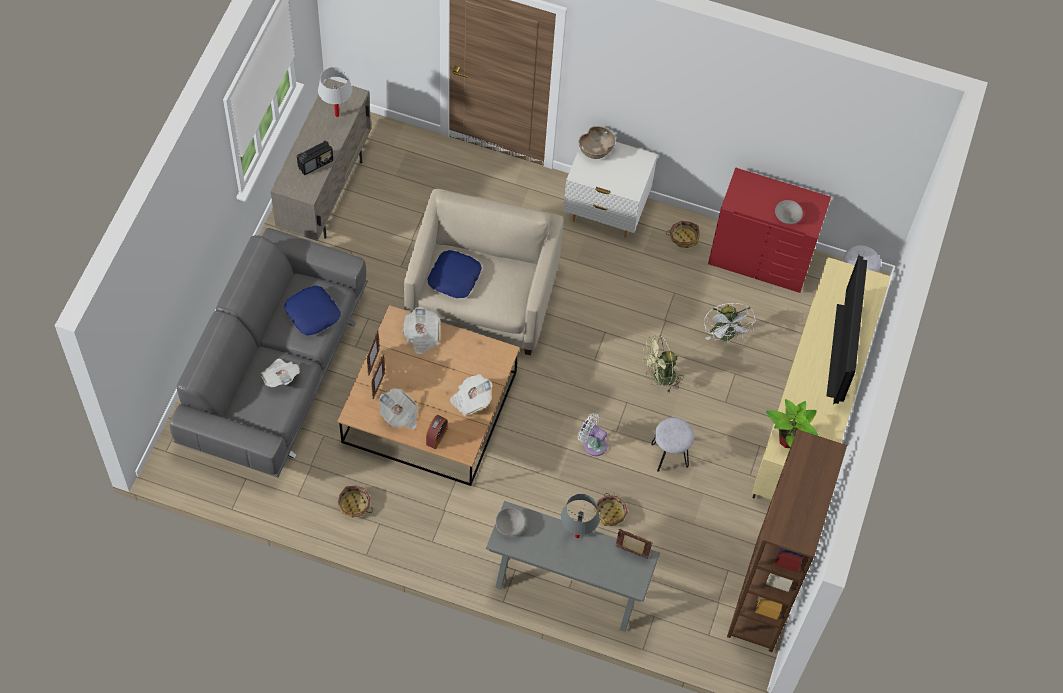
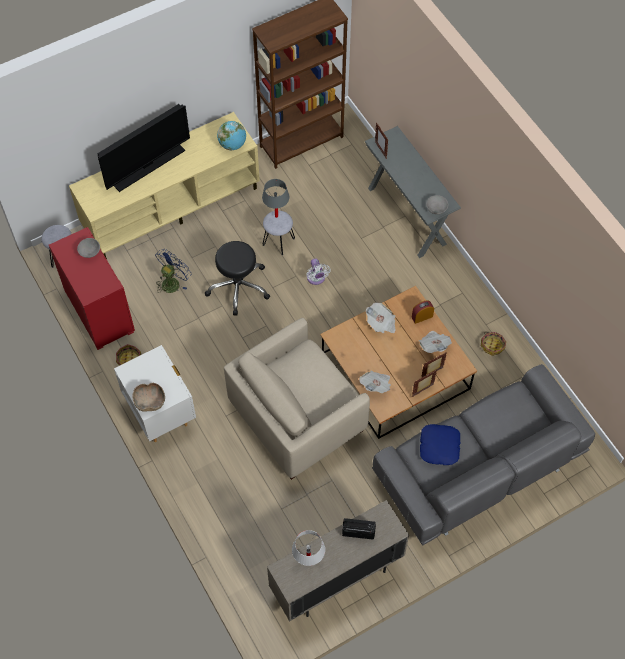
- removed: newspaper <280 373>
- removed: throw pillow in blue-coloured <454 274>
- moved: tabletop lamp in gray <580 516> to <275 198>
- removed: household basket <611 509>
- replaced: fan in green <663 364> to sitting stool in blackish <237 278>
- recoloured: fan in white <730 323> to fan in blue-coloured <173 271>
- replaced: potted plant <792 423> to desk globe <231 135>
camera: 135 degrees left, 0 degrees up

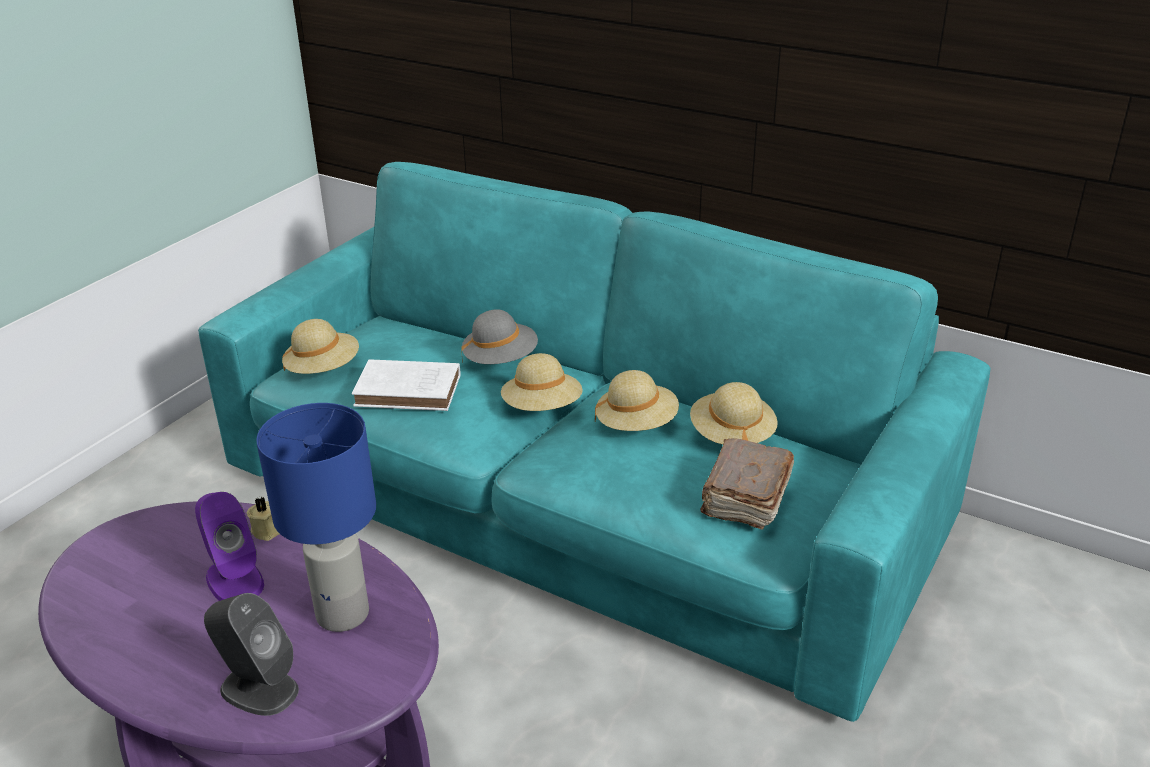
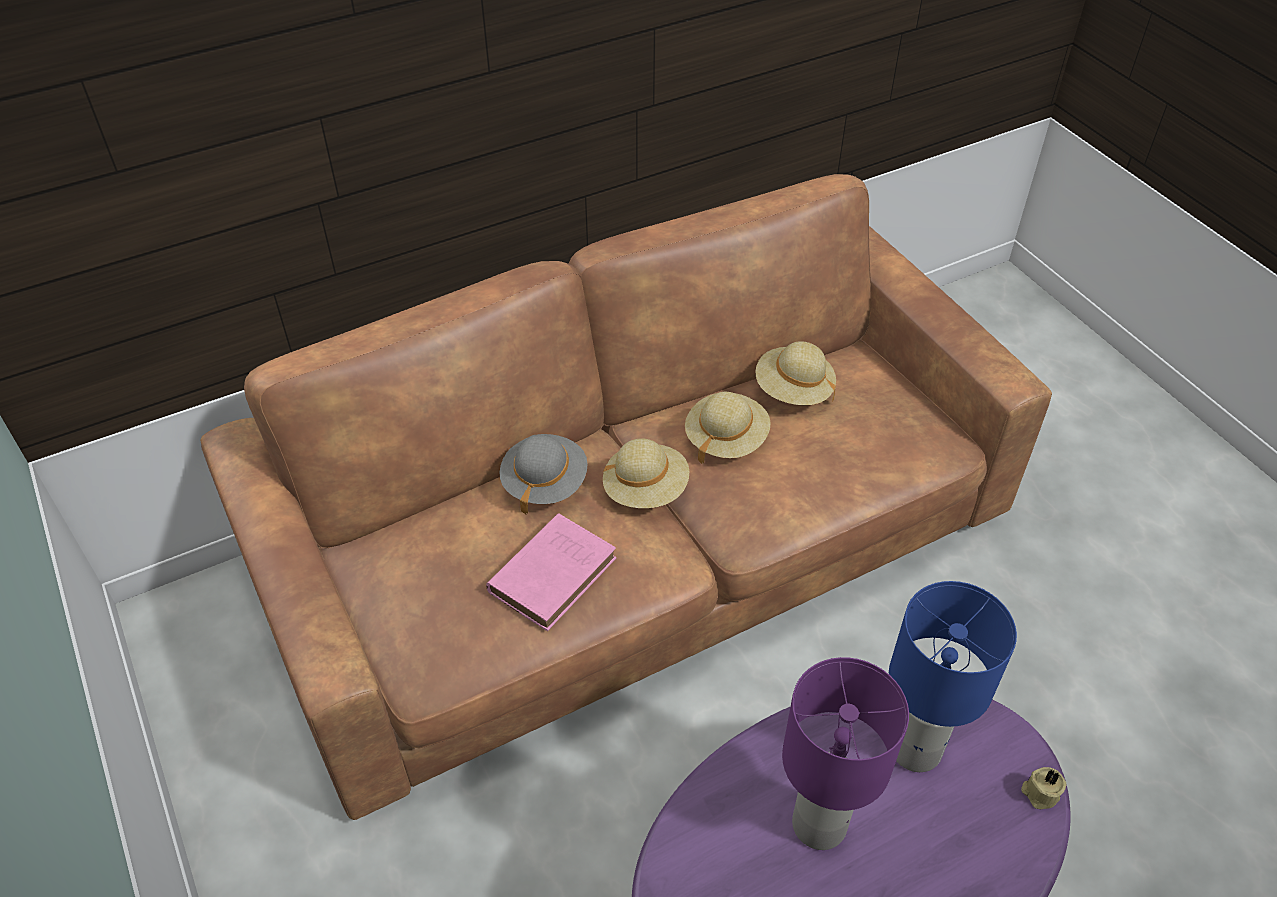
- replaced: speaker in purple-coloured <229 546> to tabletop lamp in purple-coloured <845 753>
- recoloured: couch in blue-green <594 442> to couch in brown-coloured <626 497>
- removed: speaker in gray <251 654>
- moved: candle in sand-coloured <263 519> to <1044 788>
- removed: hat in sand-coloured <320 346>
- recoloured: volume in white <406 385> to volume in pink <551 572>
- removed: volume in brown-coloured <747 484>
camera: 60 degrees left, 15 degrees up

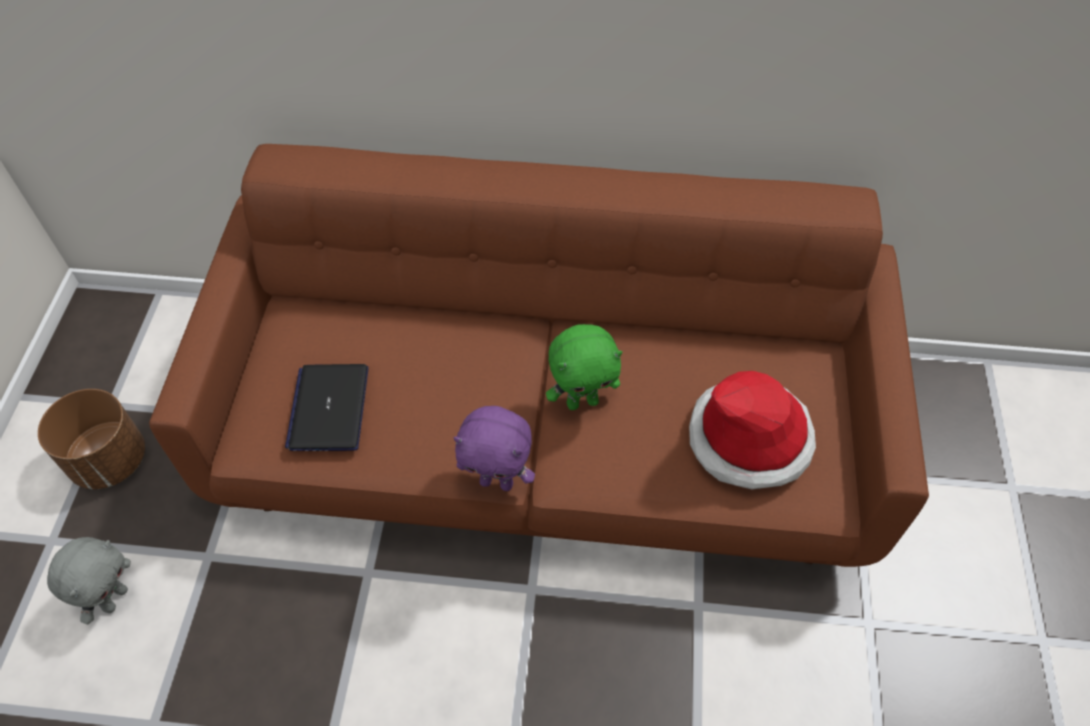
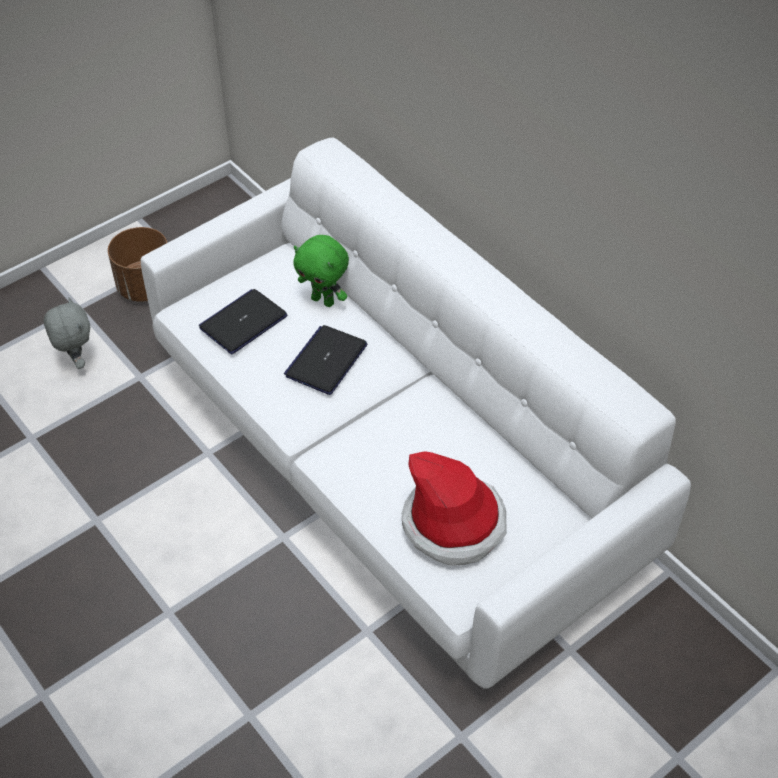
- turned: soft toy in gray <89 580> = <67 333> 90 degrees counterclockwise
- recoloured: couch in brown-coloured <539 355> to couch in white <416 413>
- removed: soft toy in purple-coloured <494 448>
- moved: soft toy in green <584 367> to <321 271>
- added: laptop <325 360>
camera: 45 degrees right, 5 degrees down

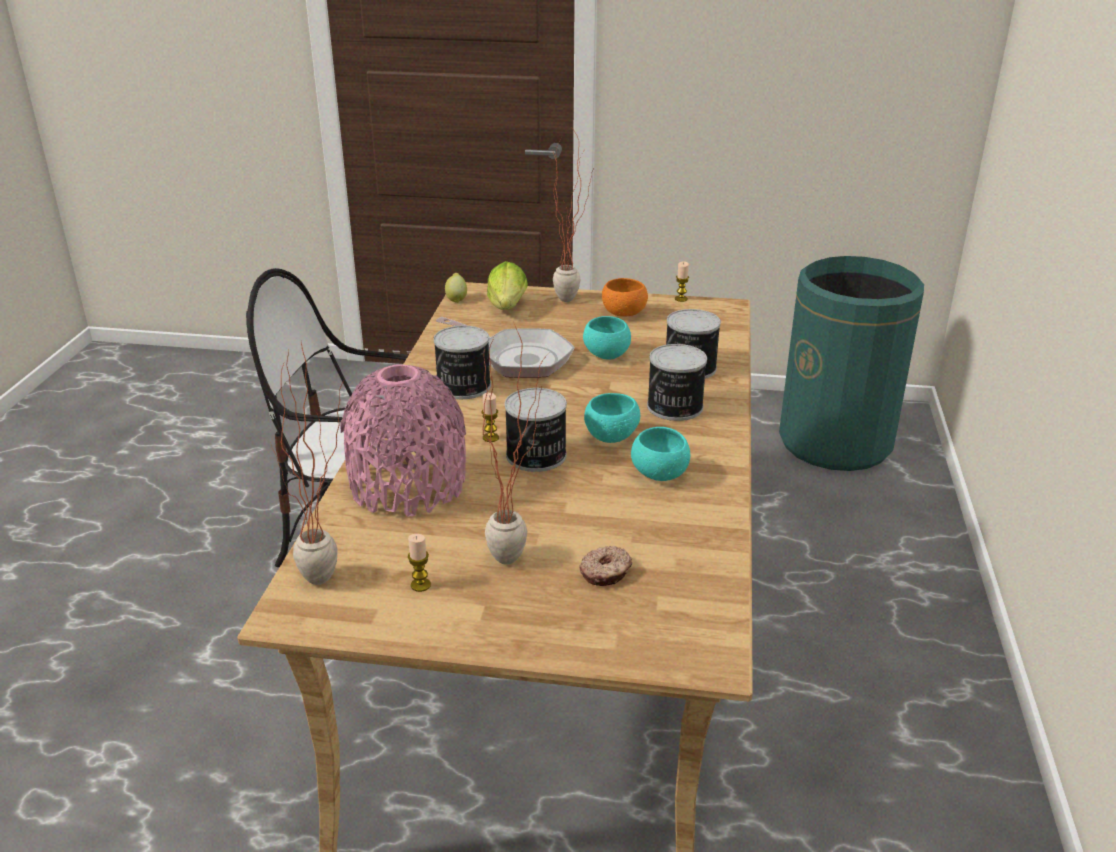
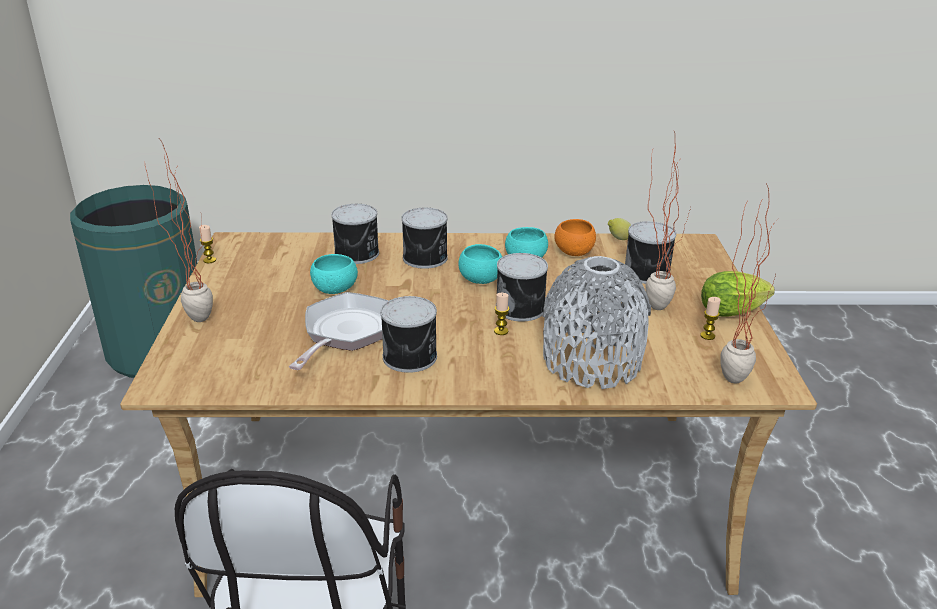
- recoloured: decorative vase in pink <403 440> to decorative vase in gray <596 322>
- moved: lemon <456 288> to <619 229>
- moved: lettuce <507 285> to <738 294>
- replaced: donut <605 566> to can <650 252>
- moved: serving bowl in orange <625 297> to <575 237>
camera: 100 degrees left, 0 degrees up

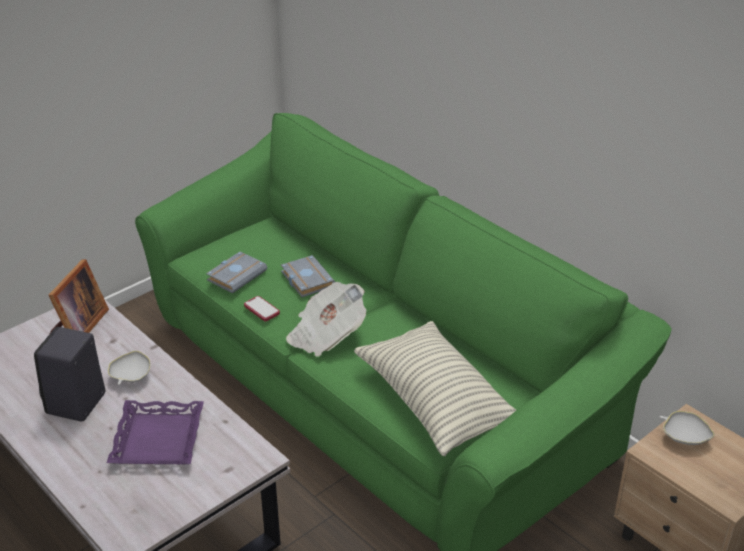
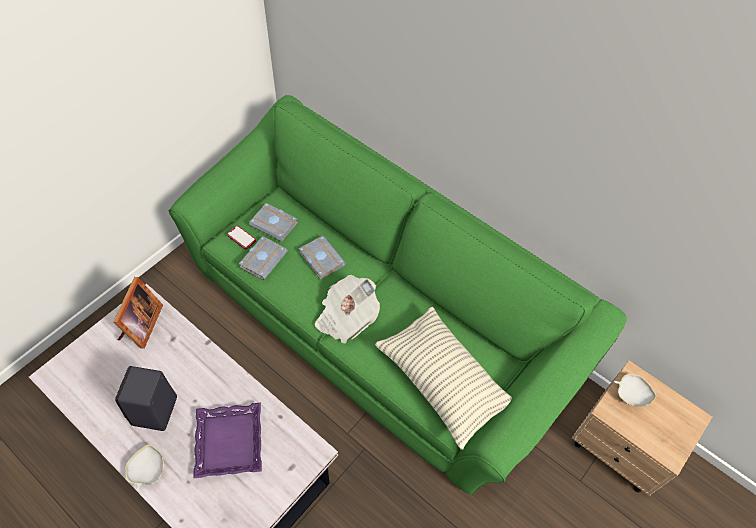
- moved: serving bowl in white <129 368> to <145 468>
- moved: telephone <262 308> to <241 237>
- added: volume in gray <273 222>
camera: 10 degrees left, 20 degrees up

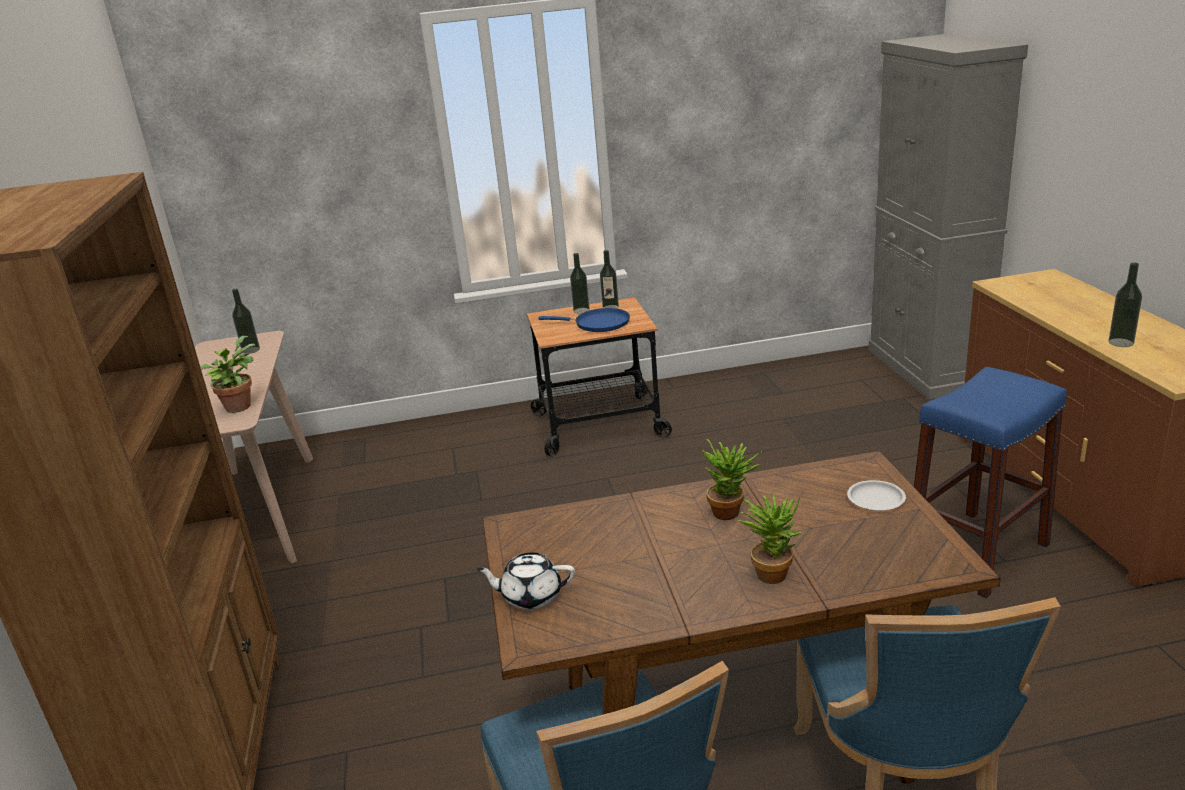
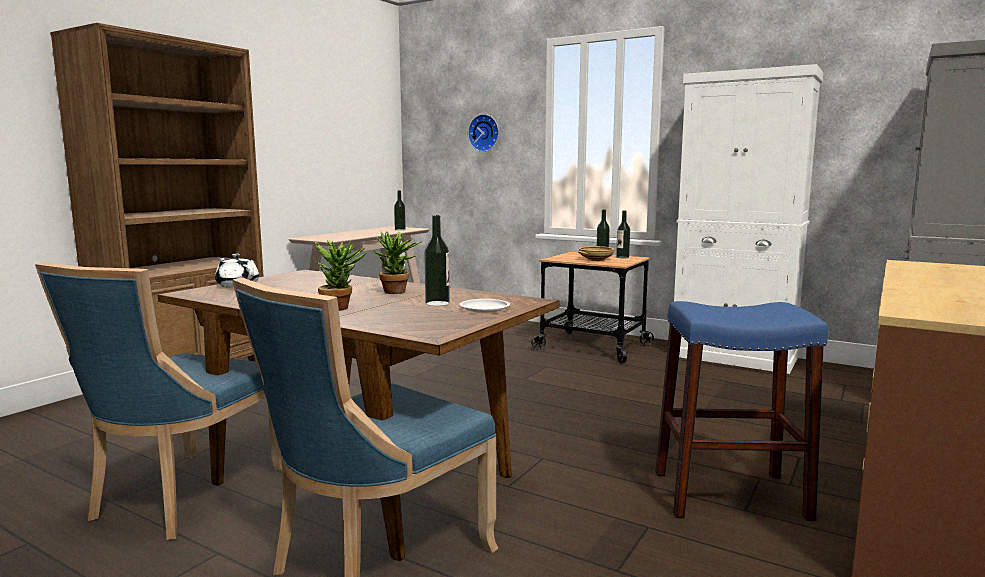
- removed: potted plant <227 374>
- replaced: pan in blue-coloured <584 320> to serving bowl in sand-coloured <596 253>
- moved: bottle <1125 305> to <437 260>
- added: wall clock <483 133>
- added: cabinet in white <748 219>
camera: 40 degrees right, 15 degrees down

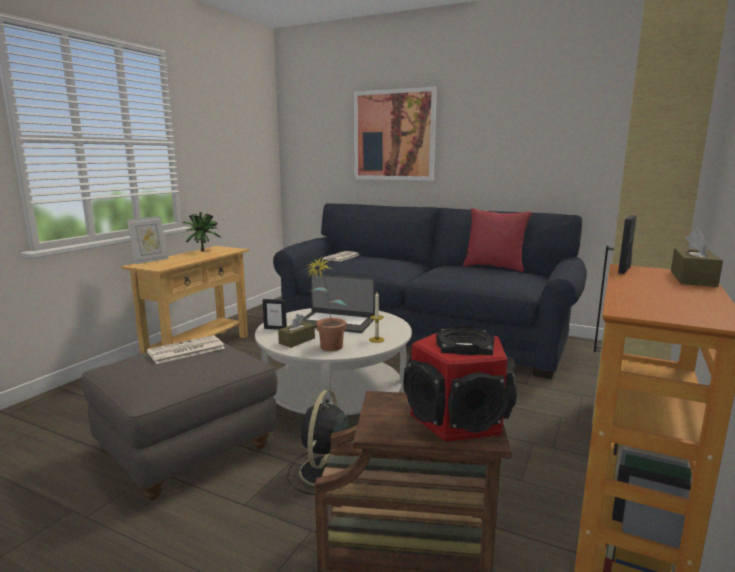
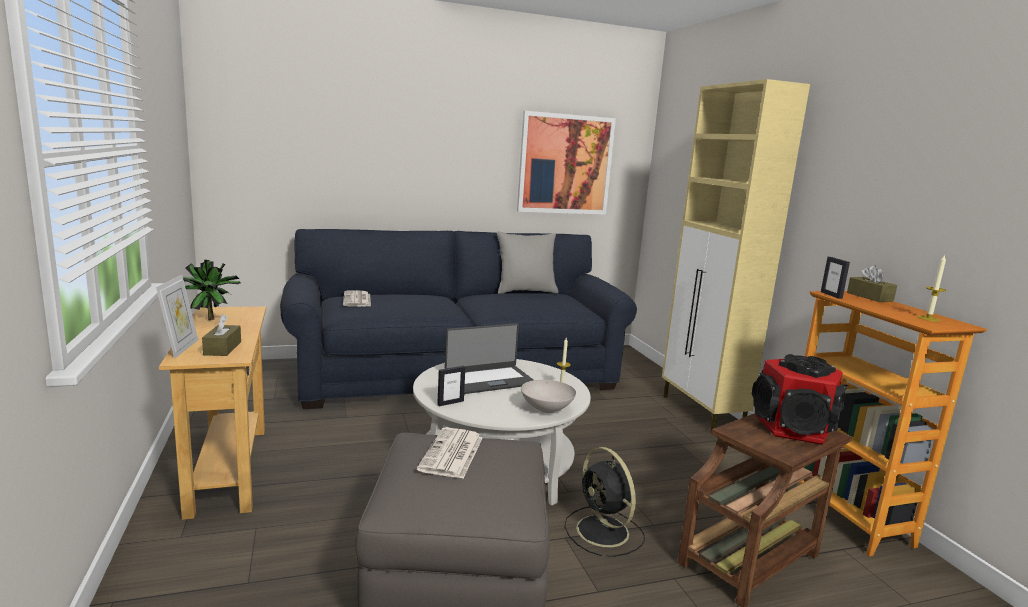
- moved: tissue holder in brown-coloured <296 331> to <221 335>
- replaced: potted plant <327 304> to serving bowl in white <548 396>
- moved: wall picture <395 134> to <566 163>
- recoloured: throw pillow in reddish <497 240> to throw pillow in gray <527 262>
- added: candle <932 288>
camera: 45 degrees left, 0 degrees up

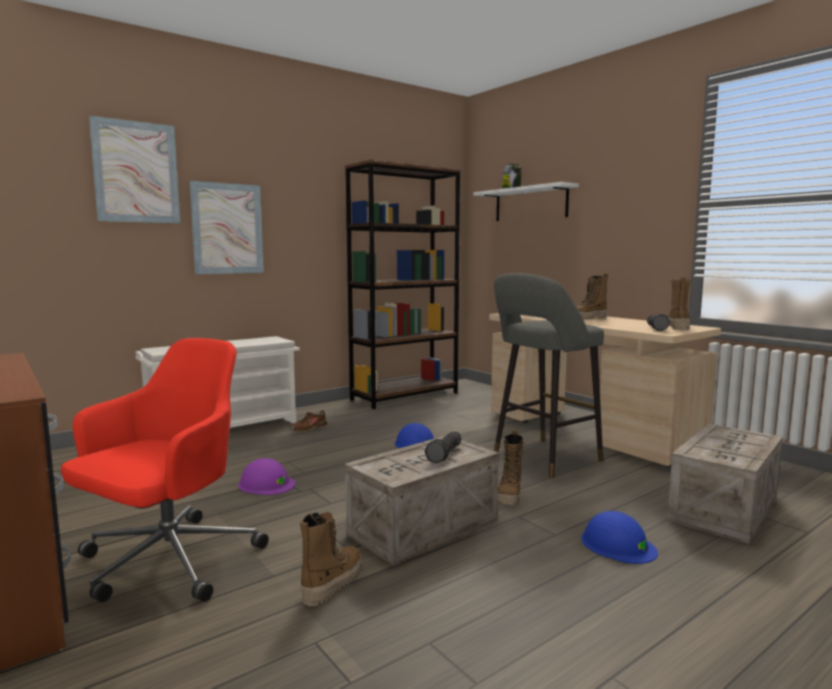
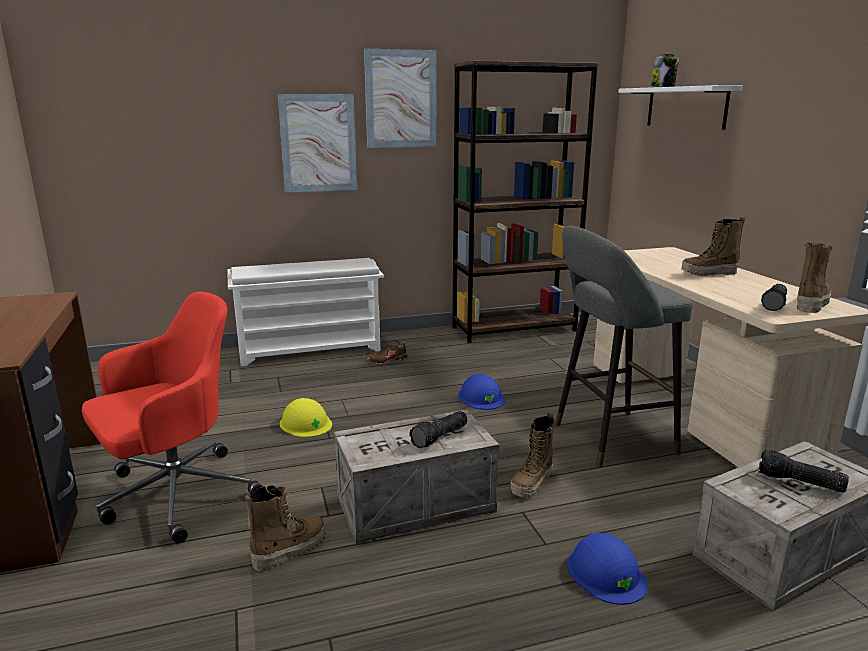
- moved: wall picture <134 169> to <400 98>
- recoloured: hard hat in purple-coloured <266 476> to hard hat in yellow <306 417>
- added: torch <803 471>
camera: 20 degrees right, 10 degrees up

